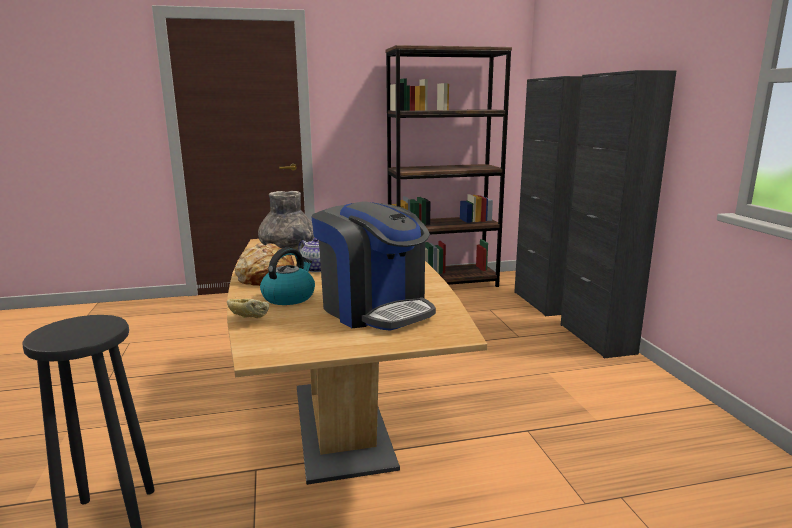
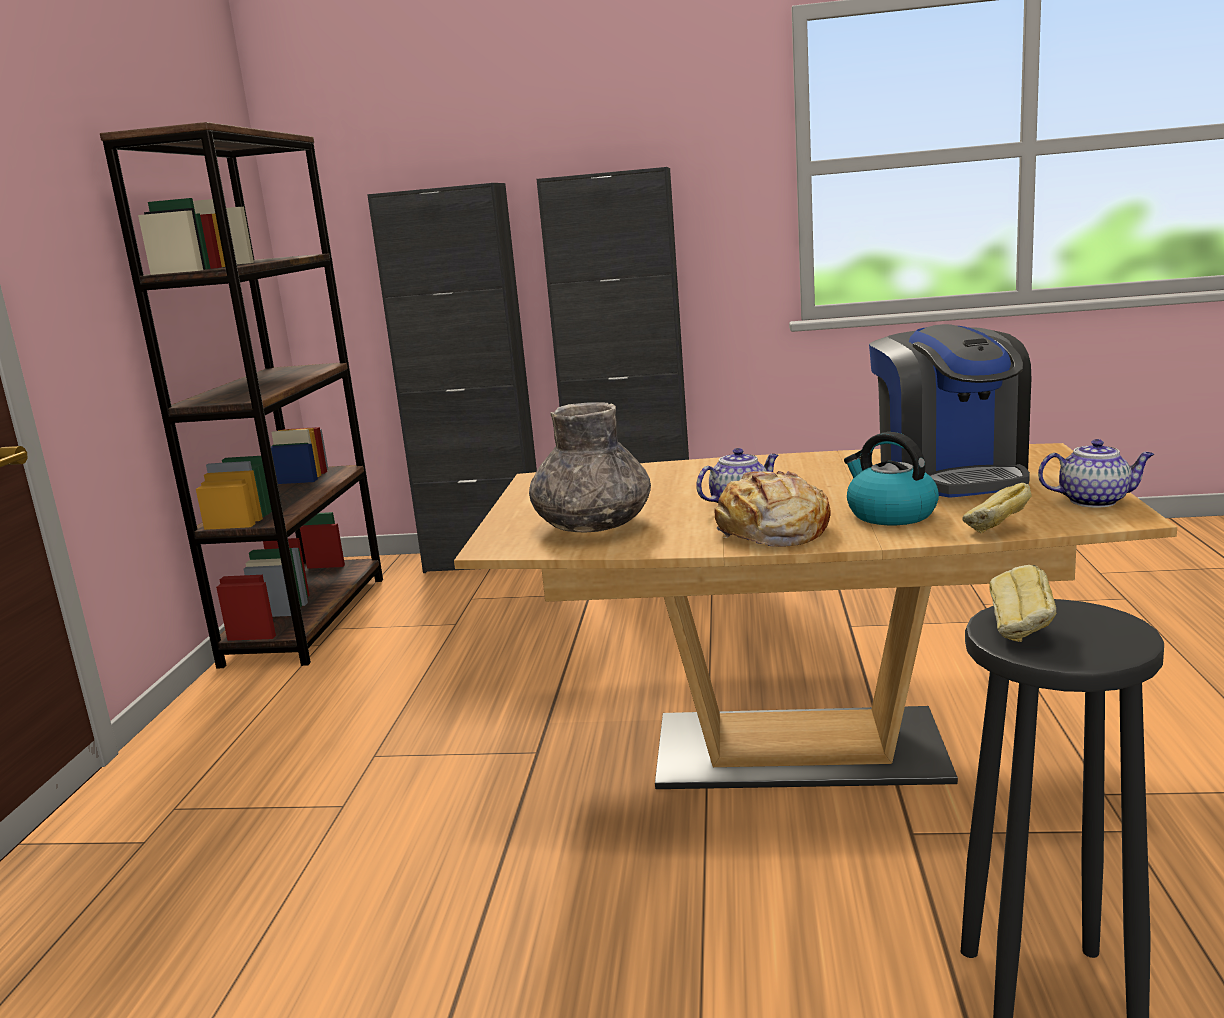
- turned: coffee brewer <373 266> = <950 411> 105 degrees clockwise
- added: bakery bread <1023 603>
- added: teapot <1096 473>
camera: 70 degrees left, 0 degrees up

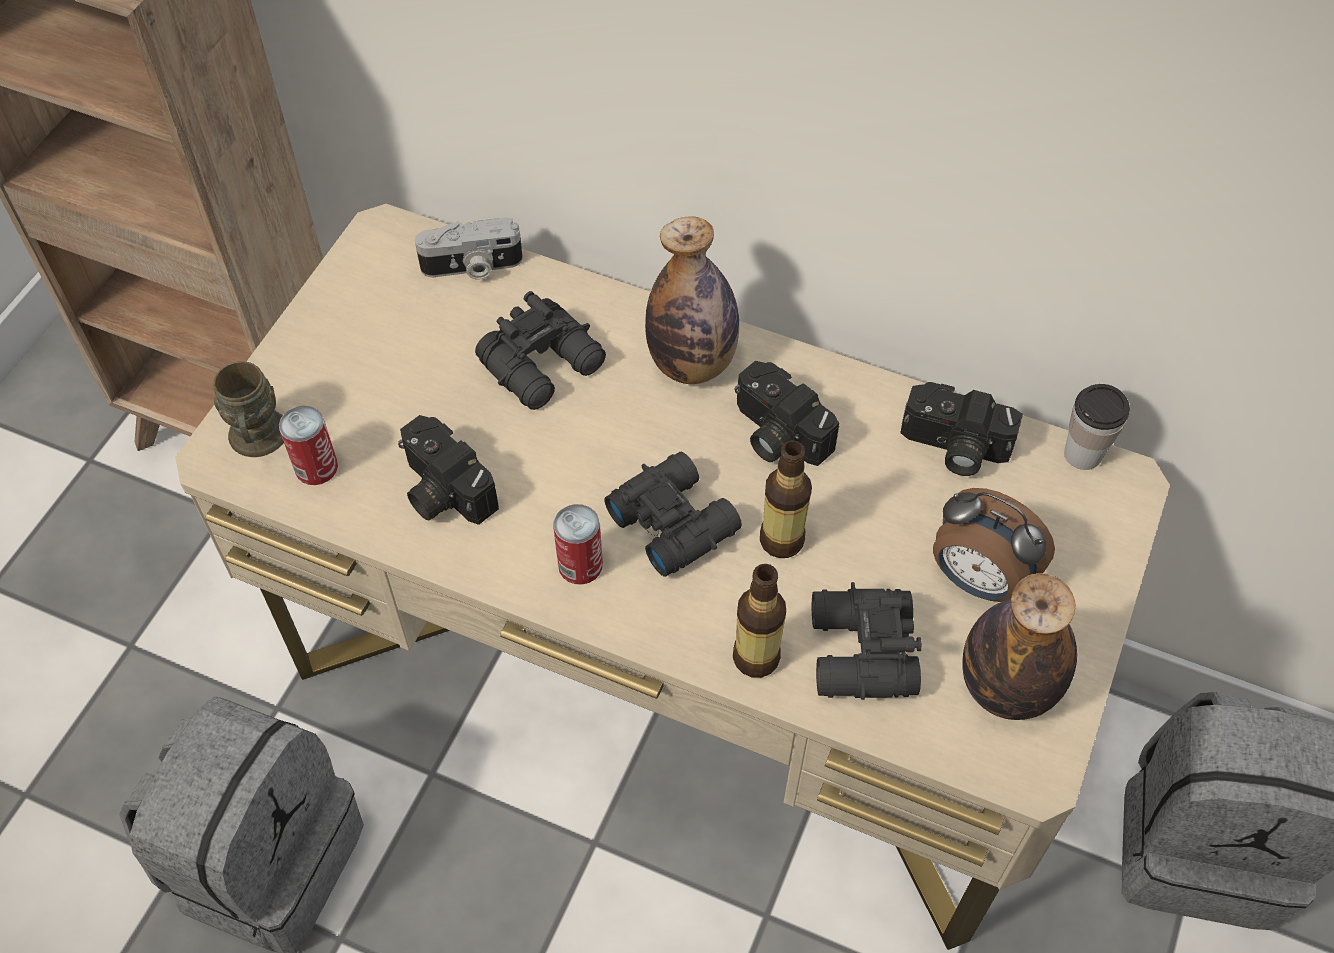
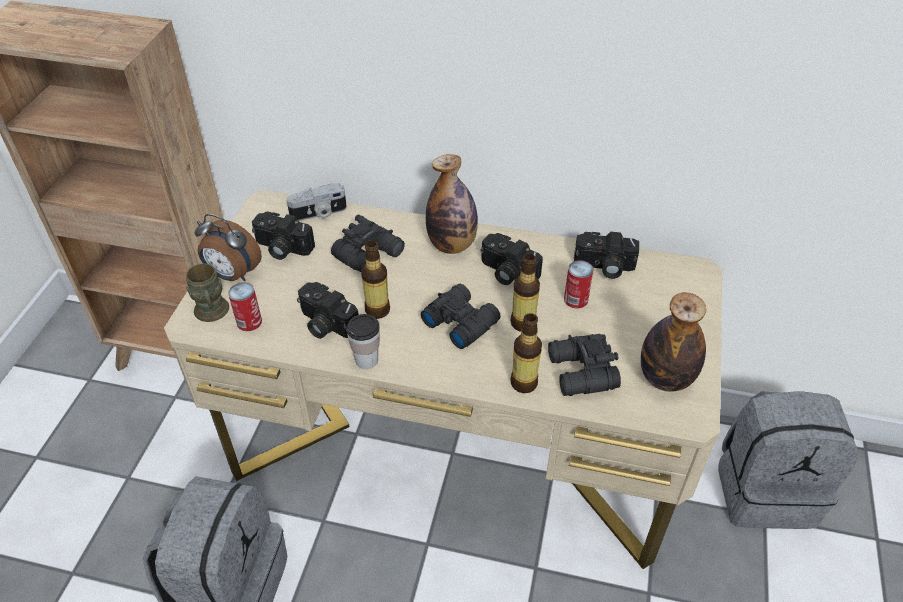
- moved: can <578 544> to <579 284>
- moved: table clock <994 545> to <228 247>
- moved: cup <1097 427> to <363 341>
- added: photo camera <283 236>
- added: bottle <375 280>
camera: 10 degrees left, 10 degrees down

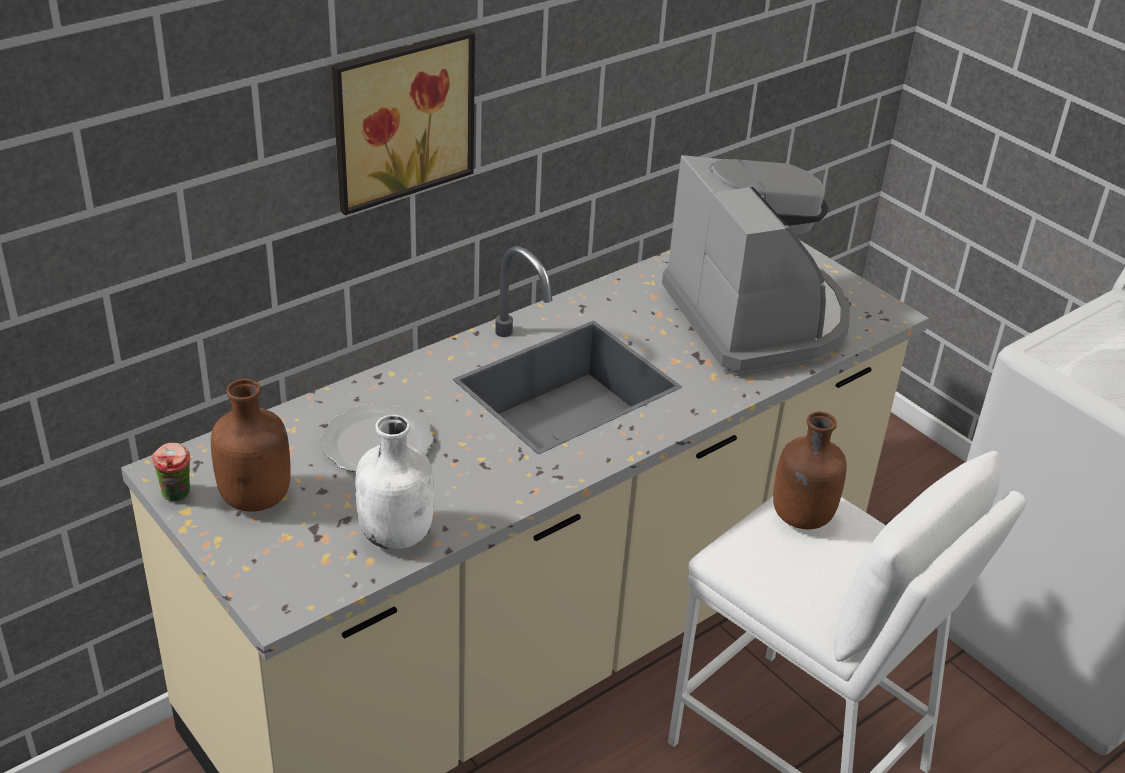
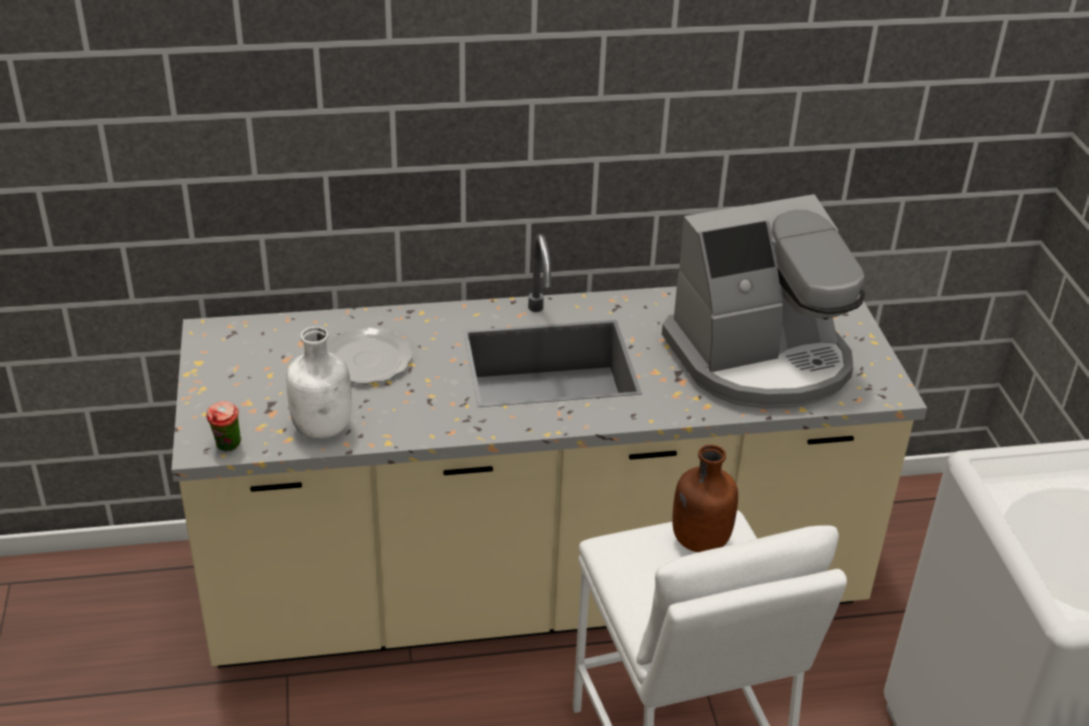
- moved: cup <171 472> to <223 426>
- removed: bottle in brown-coloured <251 445>
- removed: wall picture <403 122>
- turned: coffee brewer <756 265> = <763 301> 60 degrees clockwise
camera: 30 degrees right, 0 degrees up

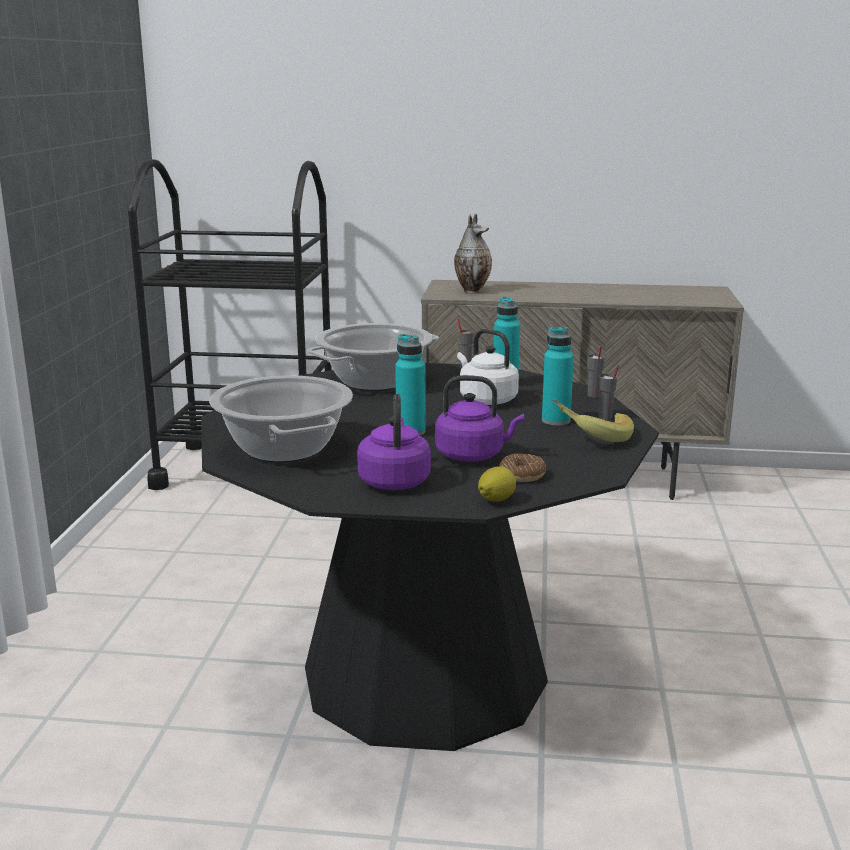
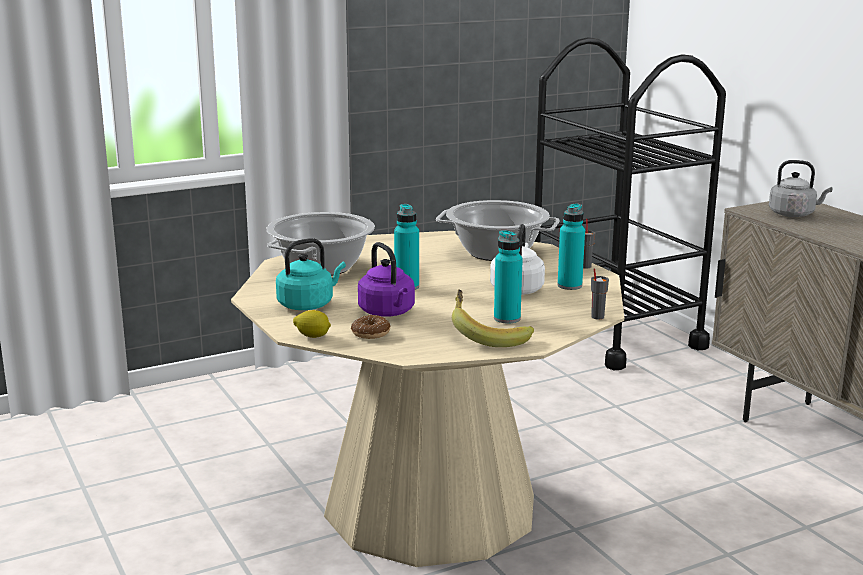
- recoloured: dining table in blackish <430 557> to dining table in sand-coloured <427 399>
- recoloured: kettle in purple-coloured <394 442> to kettle in blue-green <311 274>
- replaced: decorative vase <473 254> to kettle in gray <800 188>
- removed: cup in gray <608 392>
camera: 55 degrees right, 0 degrees up

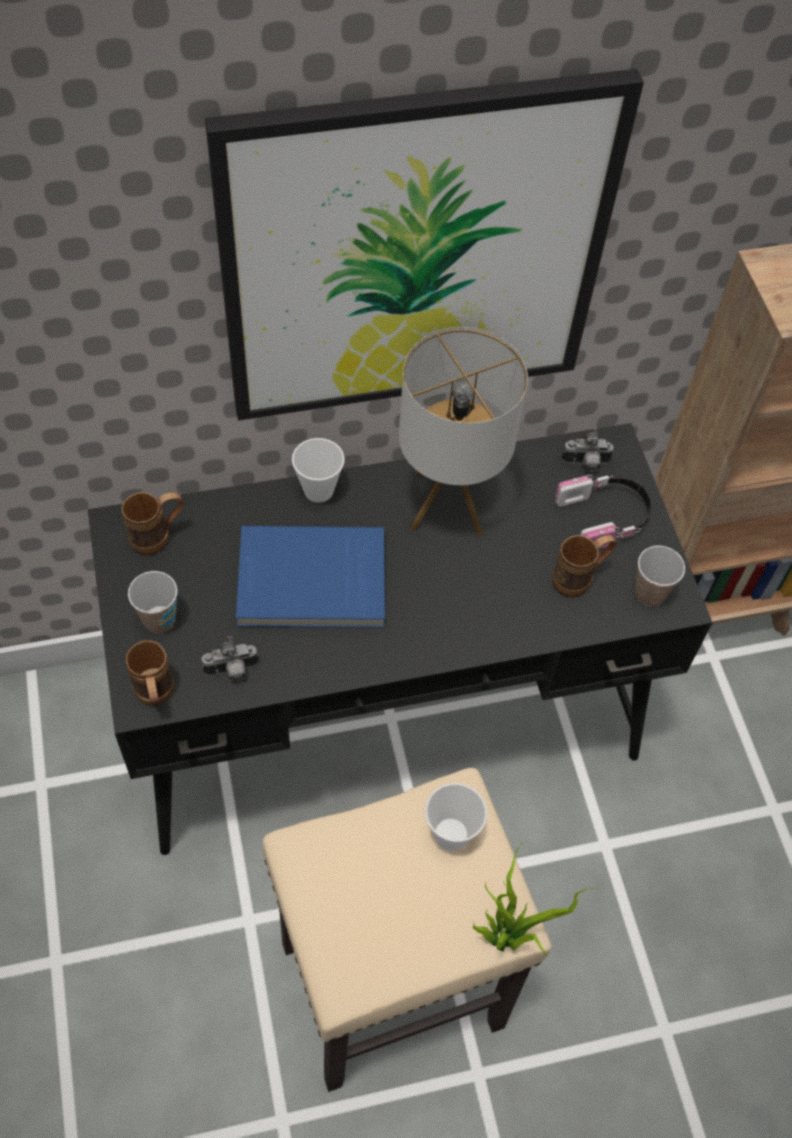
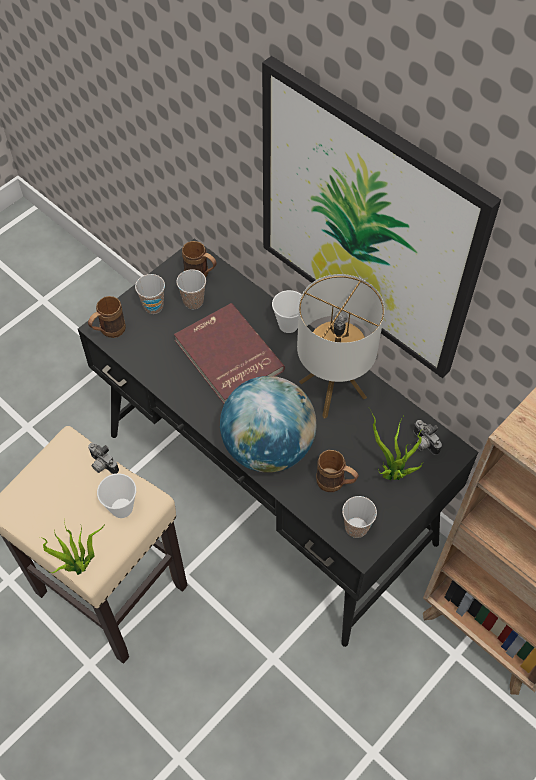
- moved: photo camera <229 658> to <103 458>
- recoloured: volume in blue-coloured <310 577> to volume in reddish <229 353>
- replaced: pair of headphones <603 512> to potted plant <396 444>
- added: cup <191 289>
- added: desk globe <268 424>
camera: 60 degrees right, 0 degrees up

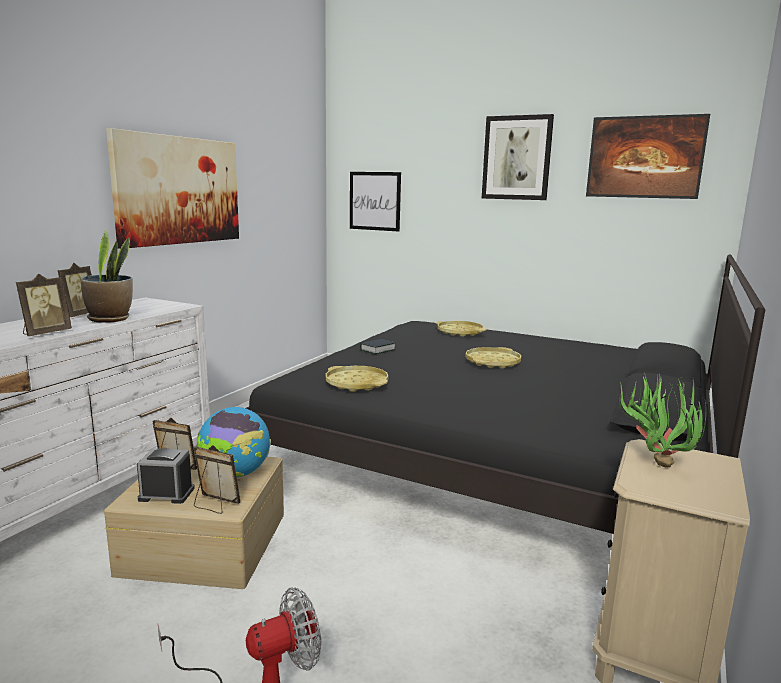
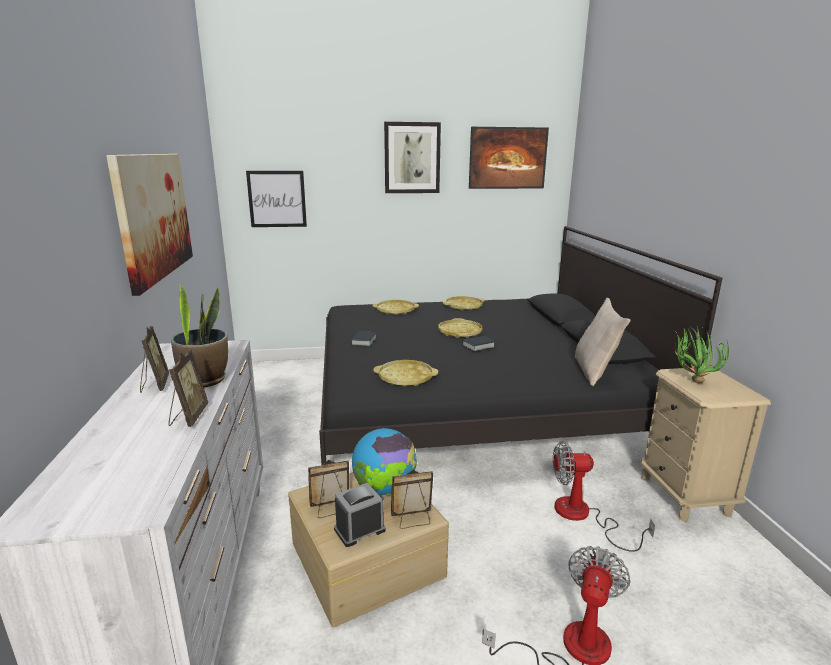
- added: serving tray in yellow <464 303>
- added: volume <478 344>
- added: fan <604 496>
- added: throw pillow in sand-coloured <603 342>
camera: 35 degrees left, 5 degrees up

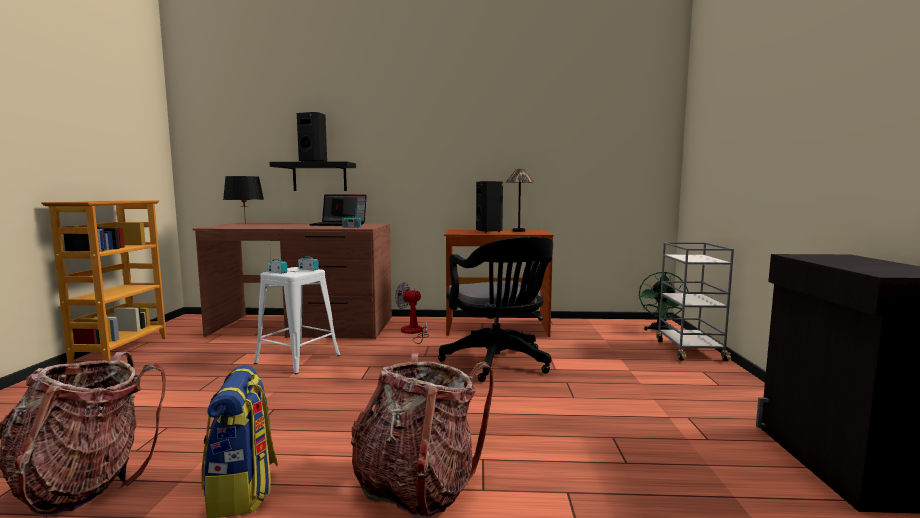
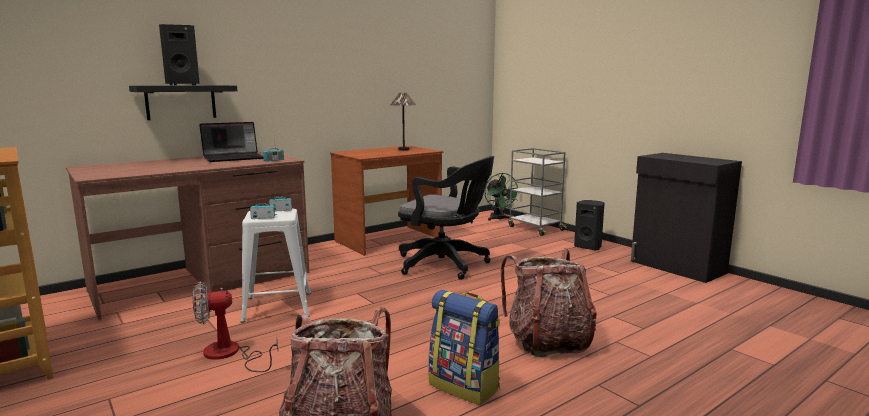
- removed: tabletop lamp in blackish <243 200>
- moved: fan <412 313> to <235 327>
- moved: speaker in blackish <489 207> to <589 225>
camera: 40 degrees left, 5 degrees up

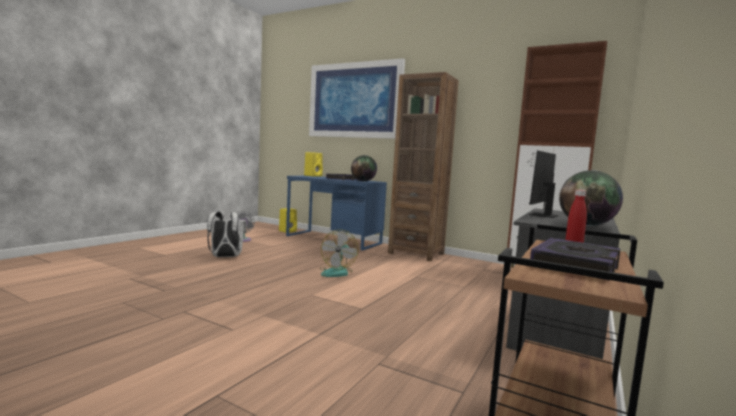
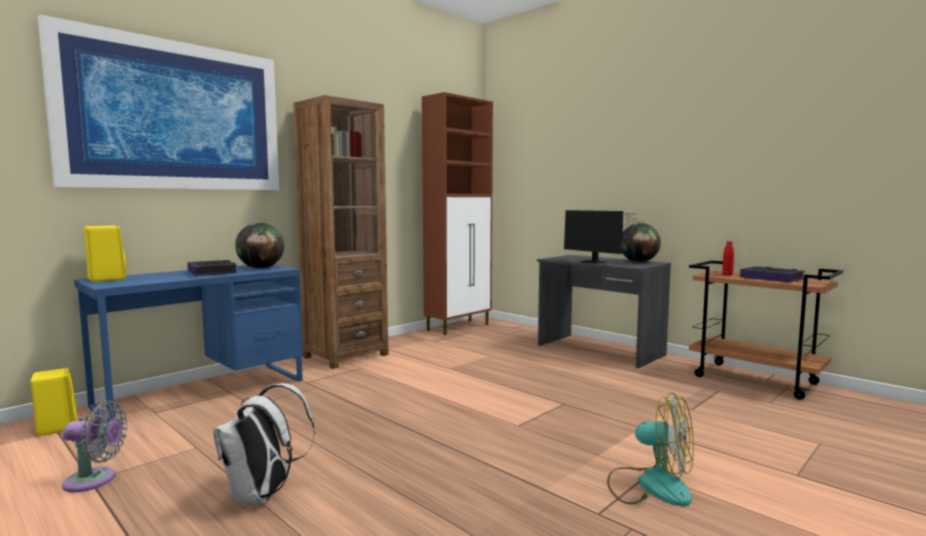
- moved: fan <339 253> to <650 449>
camera: 75 degrees left, 0 degrees up

